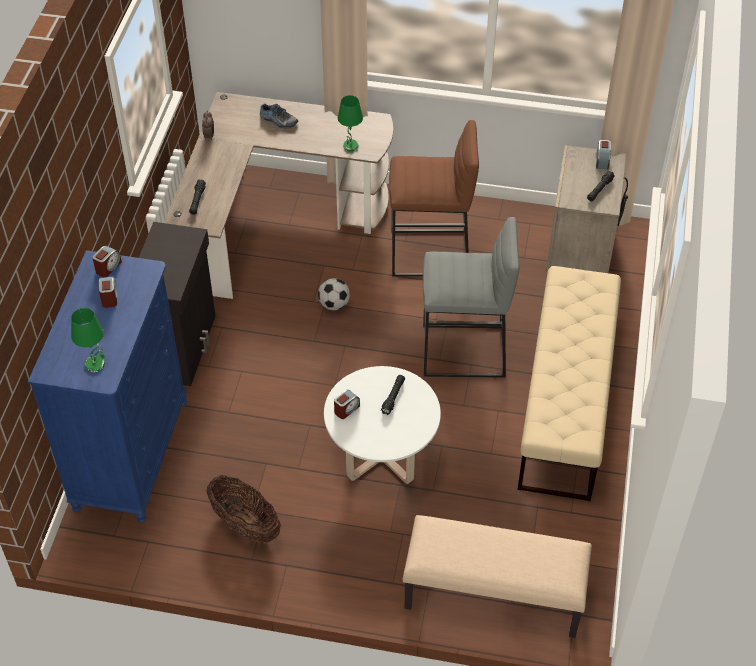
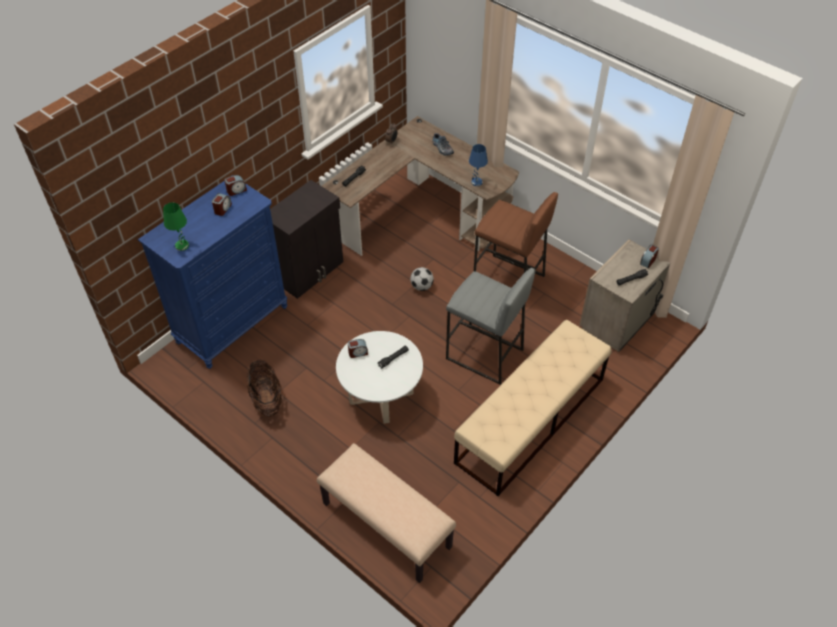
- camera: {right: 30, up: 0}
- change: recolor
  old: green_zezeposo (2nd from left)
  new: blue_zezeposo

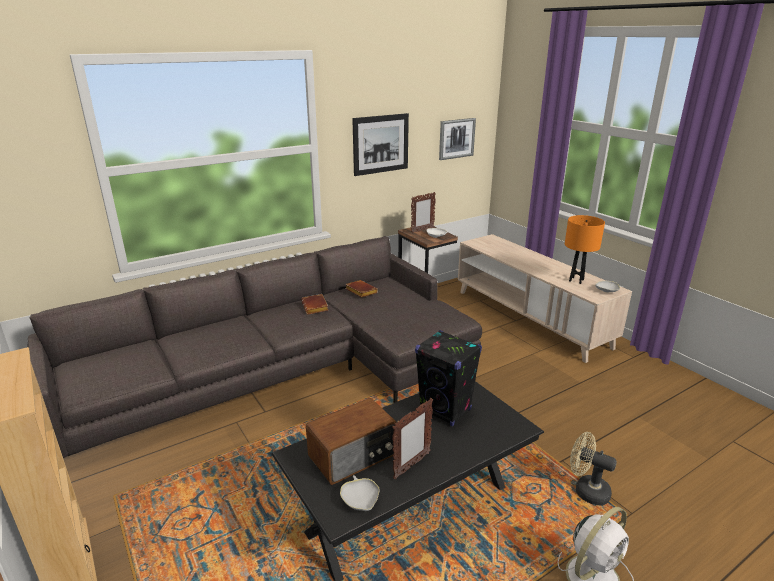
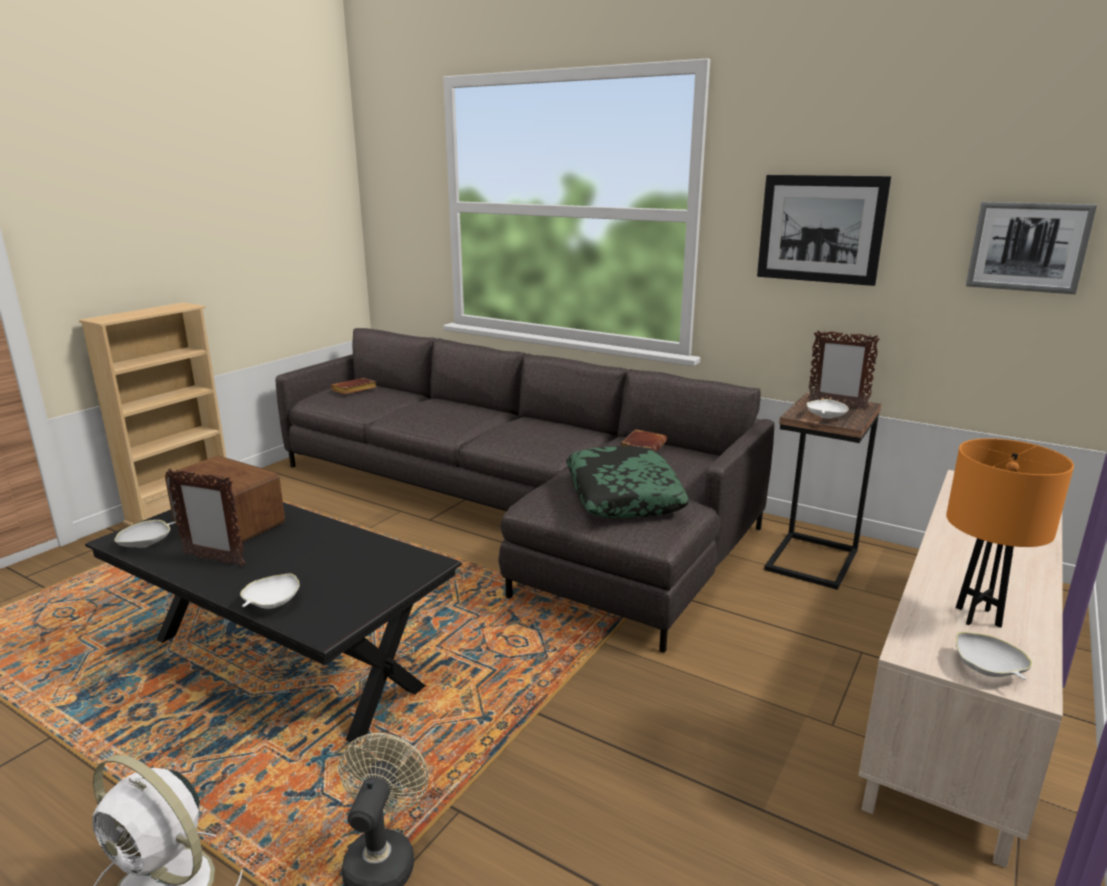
- camera: {right: 65, up: -5}
- change: move
  old: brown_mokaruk (1st from left)
- change: delete
  old: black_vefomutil
- change: insert
  new: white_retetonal (2nd from left)
- change: insert
  new: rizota

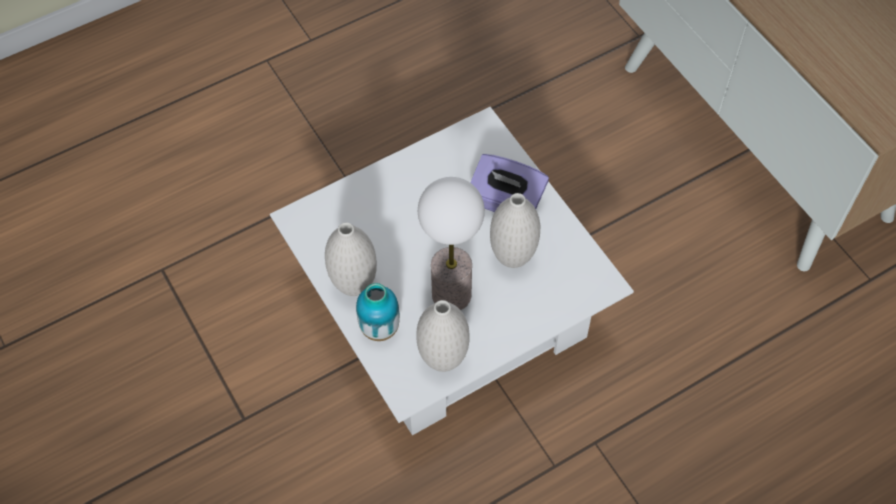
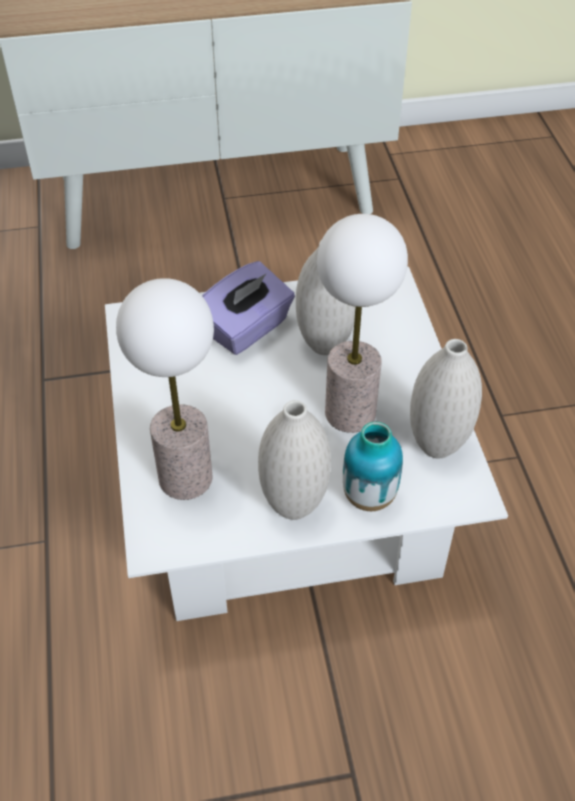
- camera: {right: -70, up: -10}
- change: insert
  new: zezeposo (1st from left)

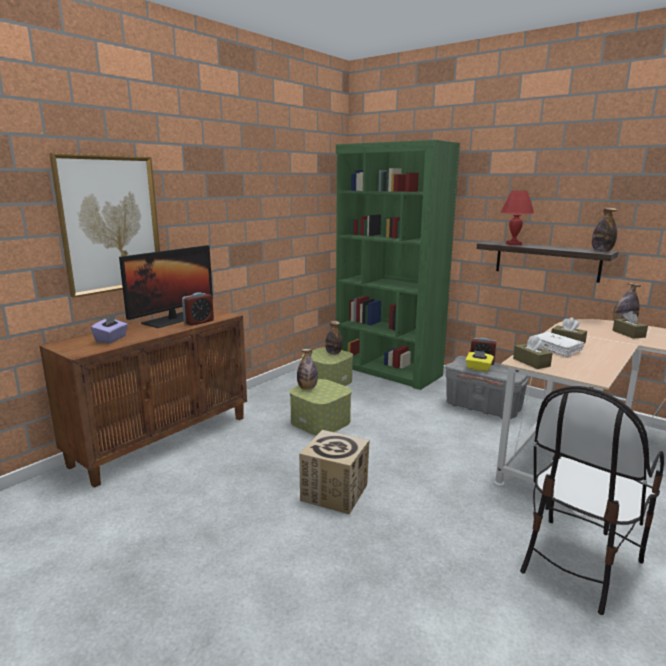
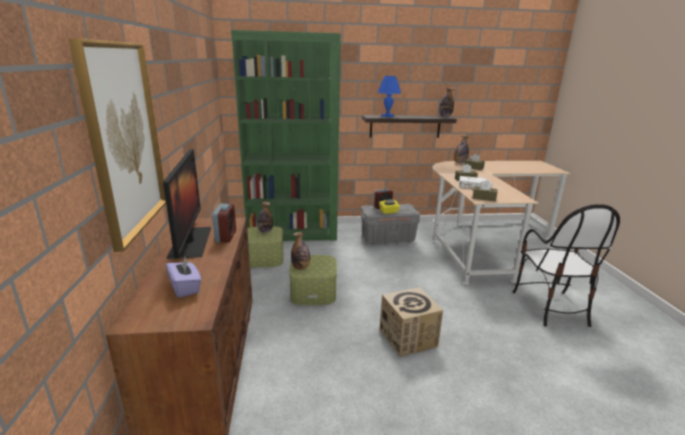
- camera: {right: -45, up: 5}
- change: recolor
  old: red_zezeposo
  new: blue_zezeposo

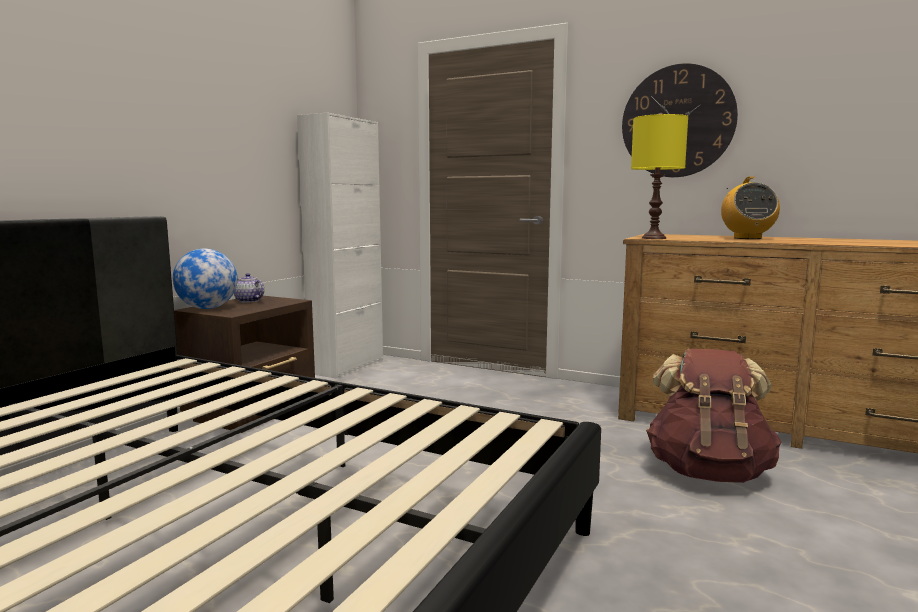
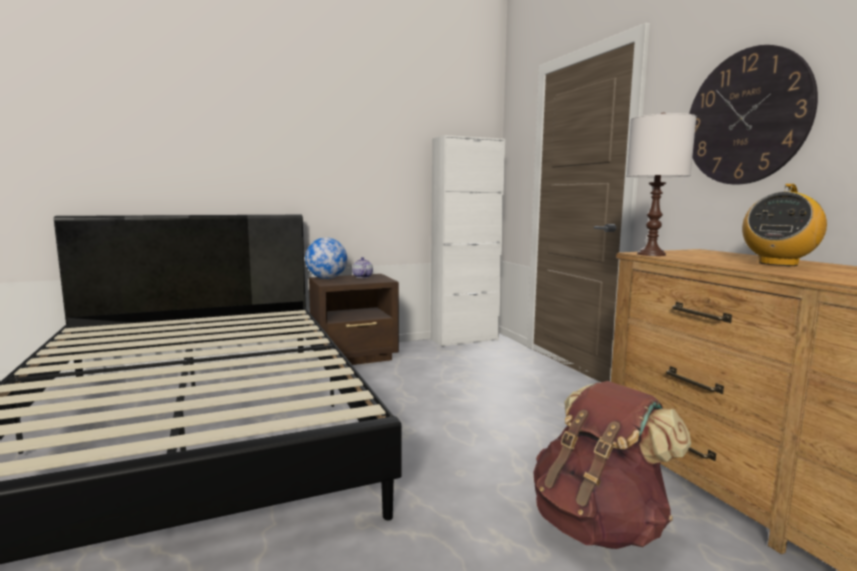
- camera: {right: 40, up: 0}
- change: recolor
  old: yellow_zezeposo
  new: white_zezeposo

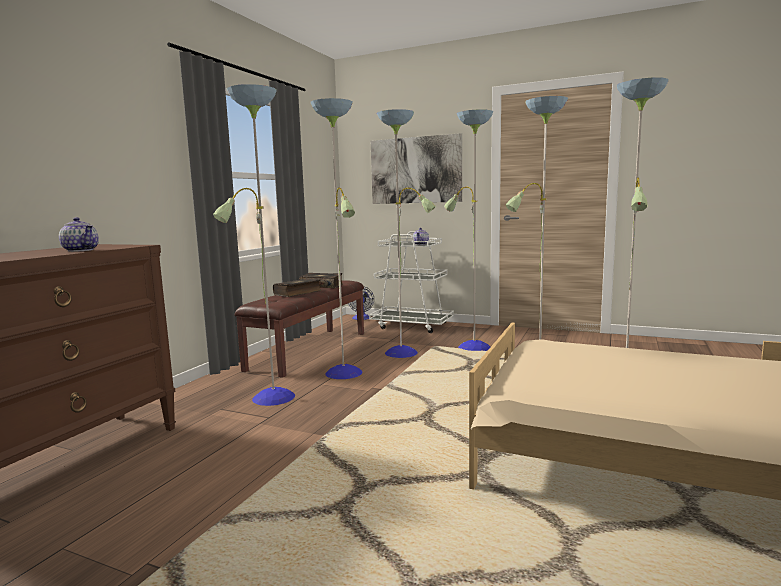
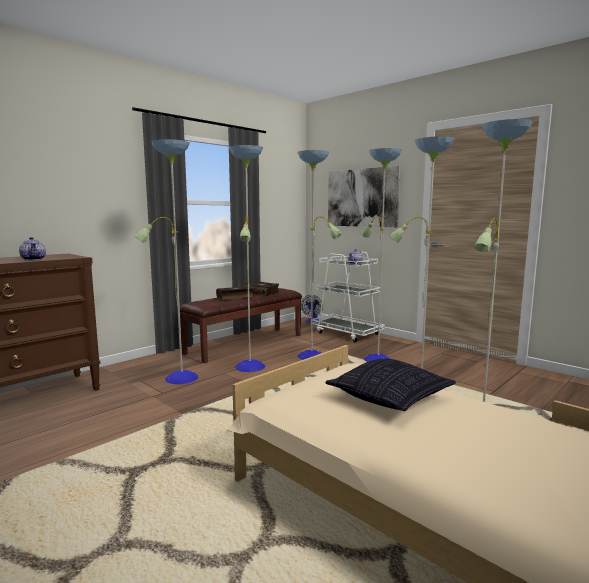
- camera: {right: 20, up: 0}
- change: insert
  new: rizota

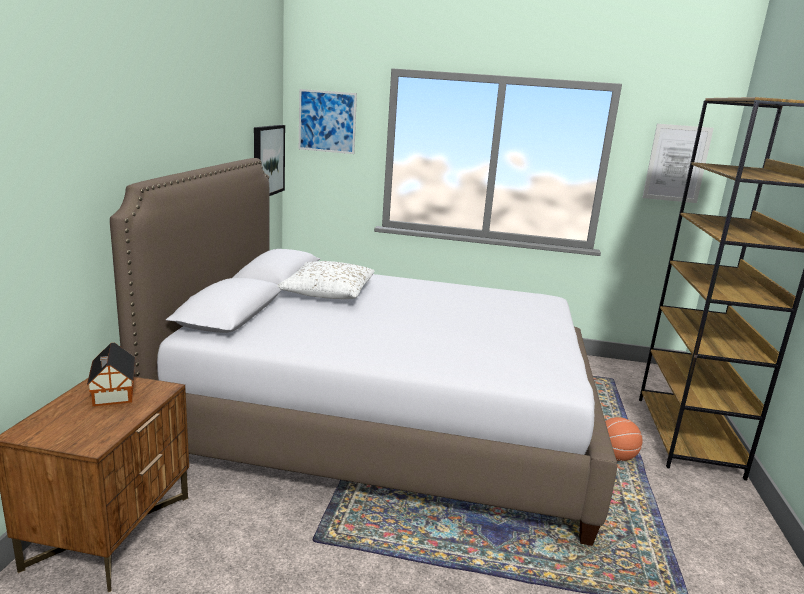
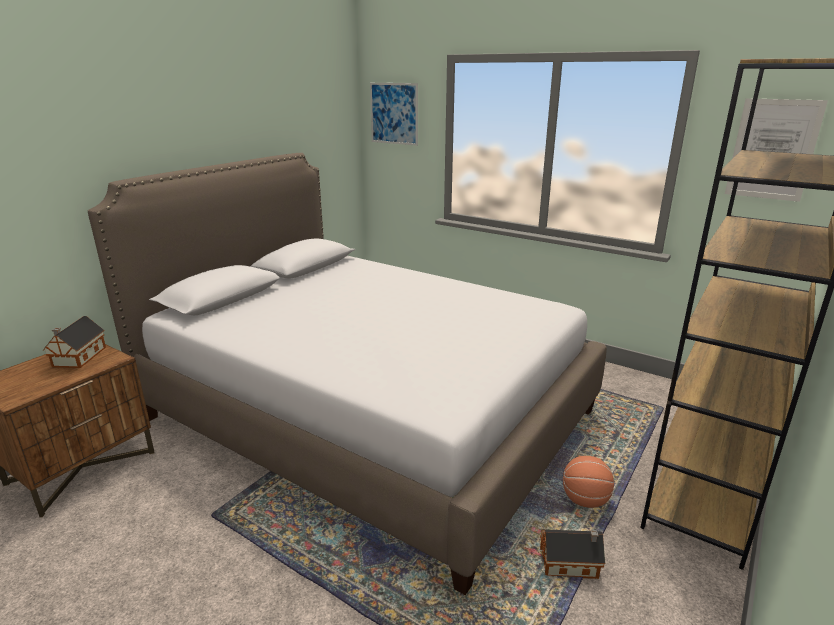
- camera: {right: 25, up: 5}
- change: delete
  old: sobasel (1st from left)
- change: delete
  old: white_rizota
- change: insert
  new: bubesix (2nd from left)

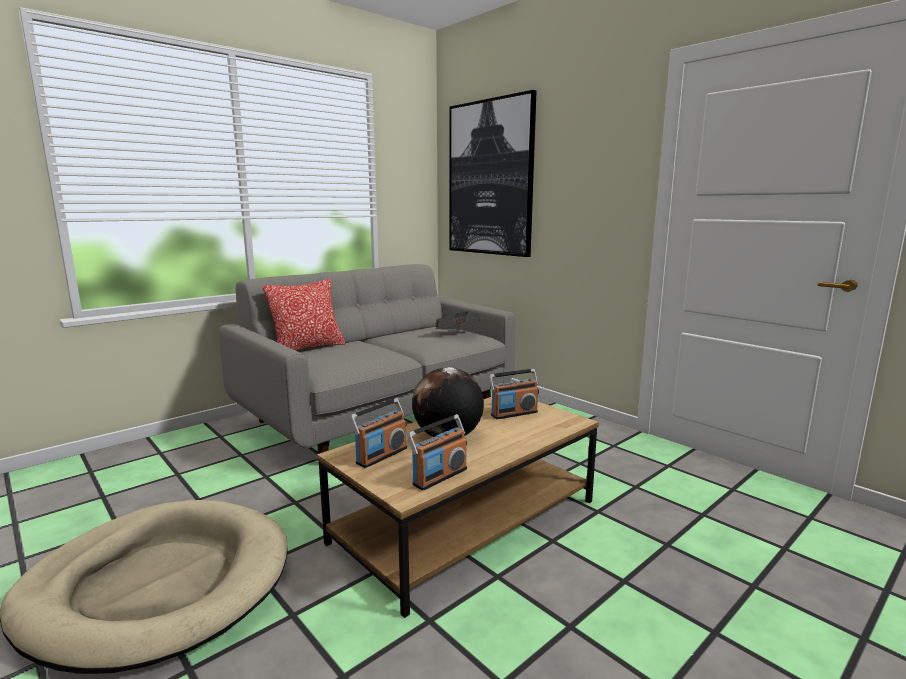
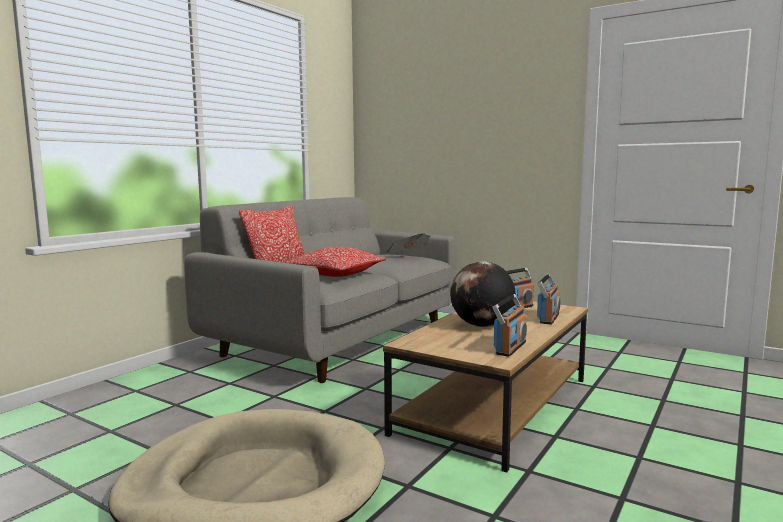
- camera: {right: -15, up: -5}
- change: move
  old: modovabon (1st from left in the first image)
  new: modovabon (3rd from left)
- change: delete
  old: sobasel
- change: insert
  new: rizota (2nd from left)

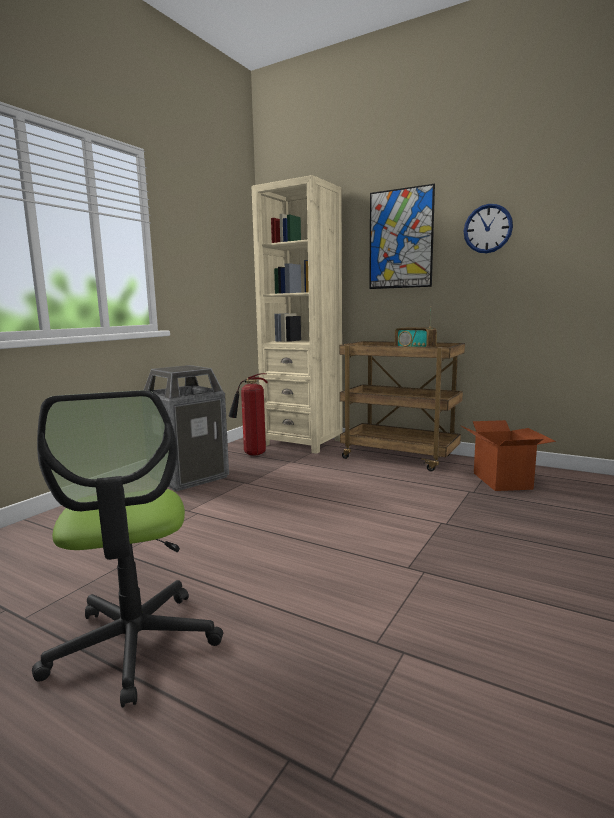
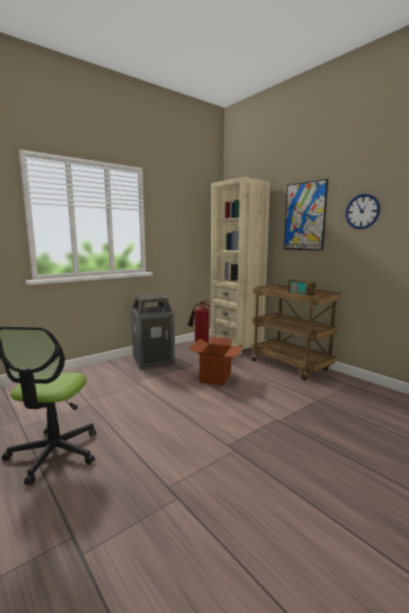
- camera: {right: 20, up: 0}
- change: move
  old: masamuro

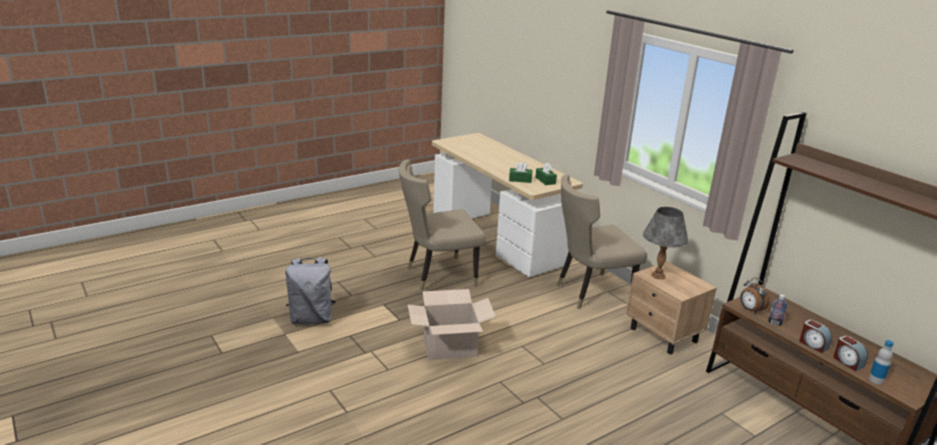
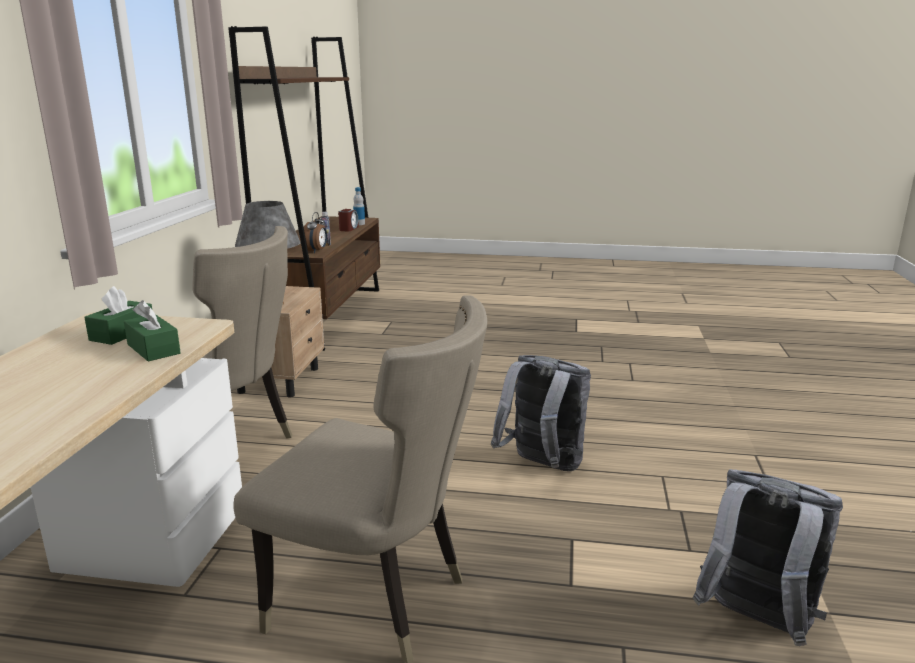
- camera: {right: -135, up: -5}
- change: replace
  old: masamuro
  new: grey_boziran (1st from left)
- change: delete
  old: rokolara (2nd from left)

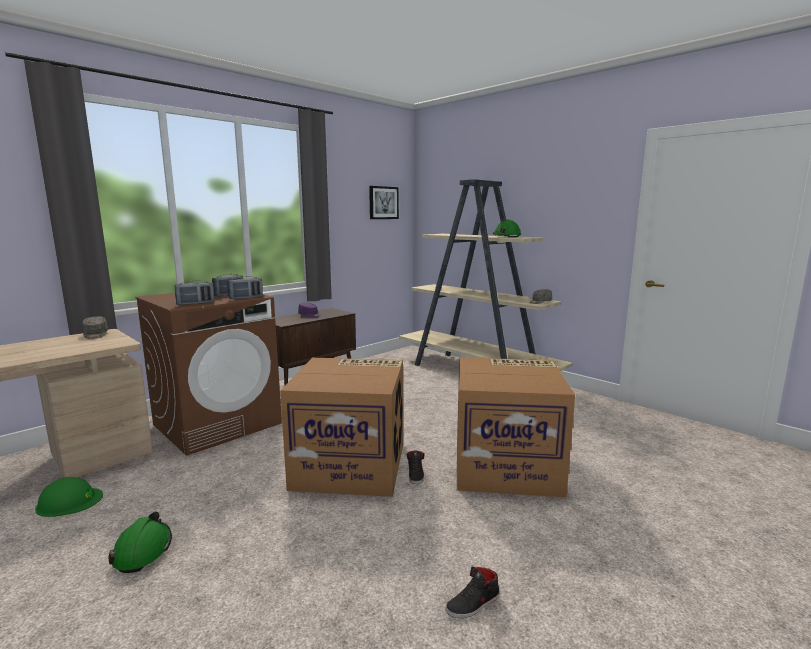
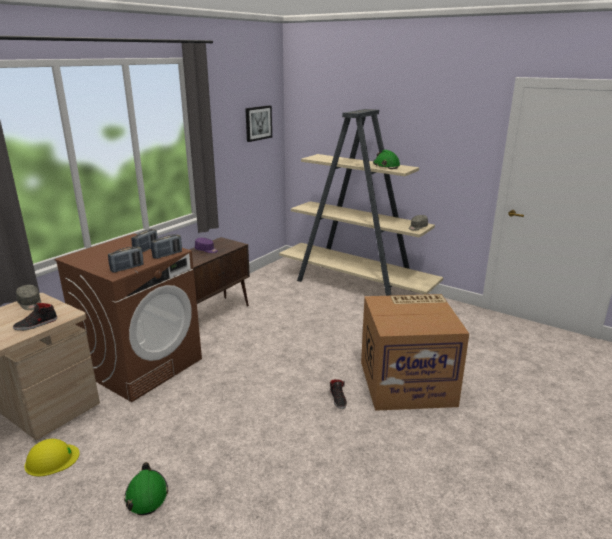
- camera: {right: -10, up: 10}
- change: recolor
  old: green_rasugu (1st from left)
  new: yellow_rasugu
- change: delete
  old: masamuro (1st from left)
- change: move
  old: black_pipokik (2nd from left in the first image)
  new: black_pipokik (1st from left)

